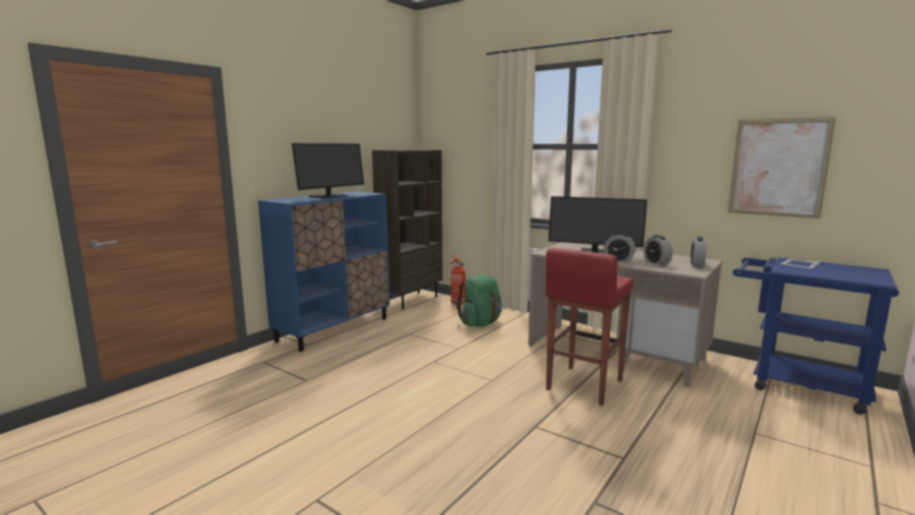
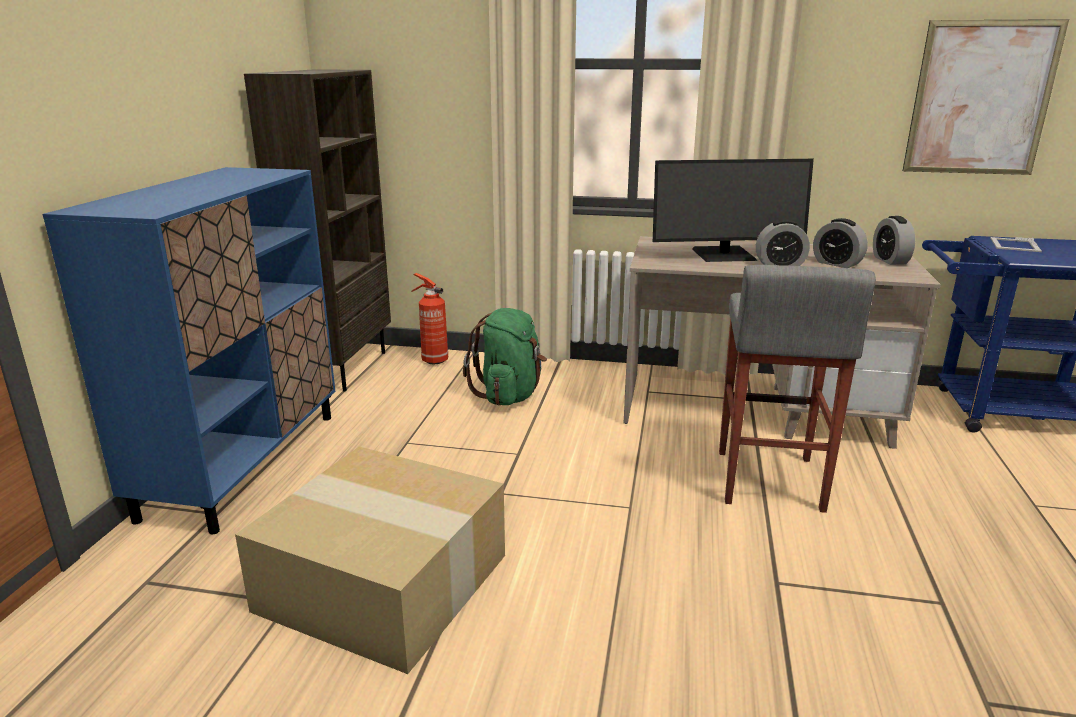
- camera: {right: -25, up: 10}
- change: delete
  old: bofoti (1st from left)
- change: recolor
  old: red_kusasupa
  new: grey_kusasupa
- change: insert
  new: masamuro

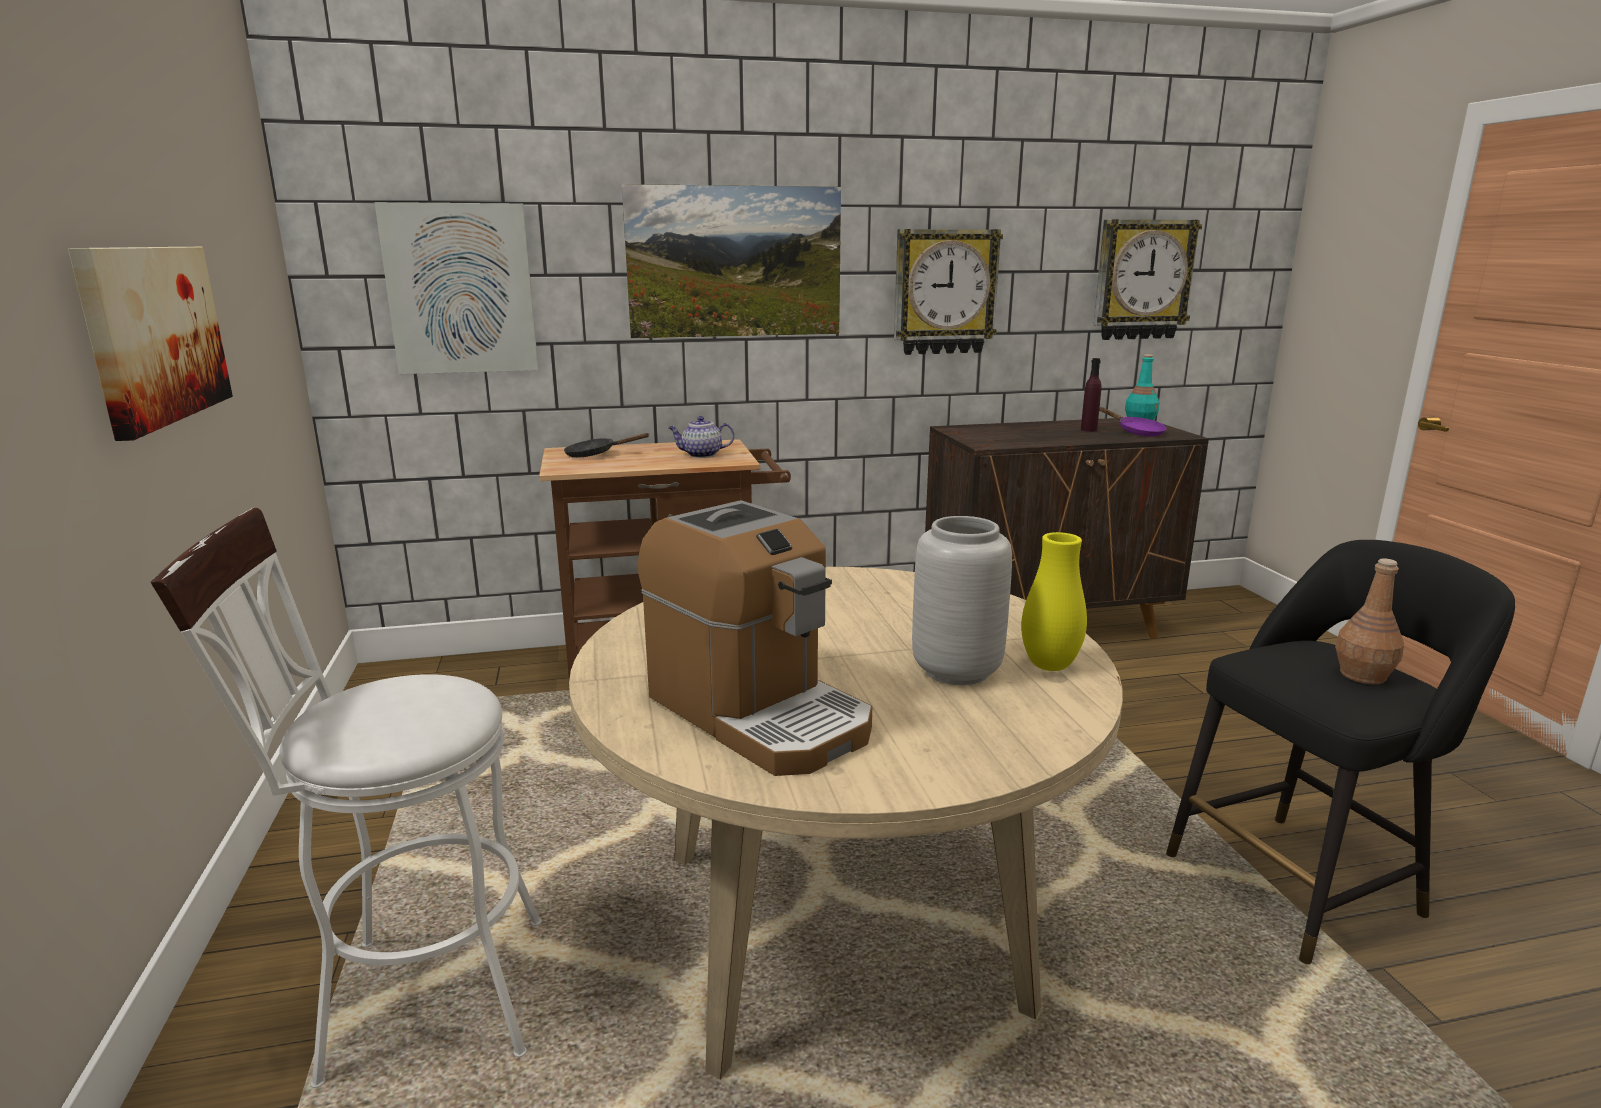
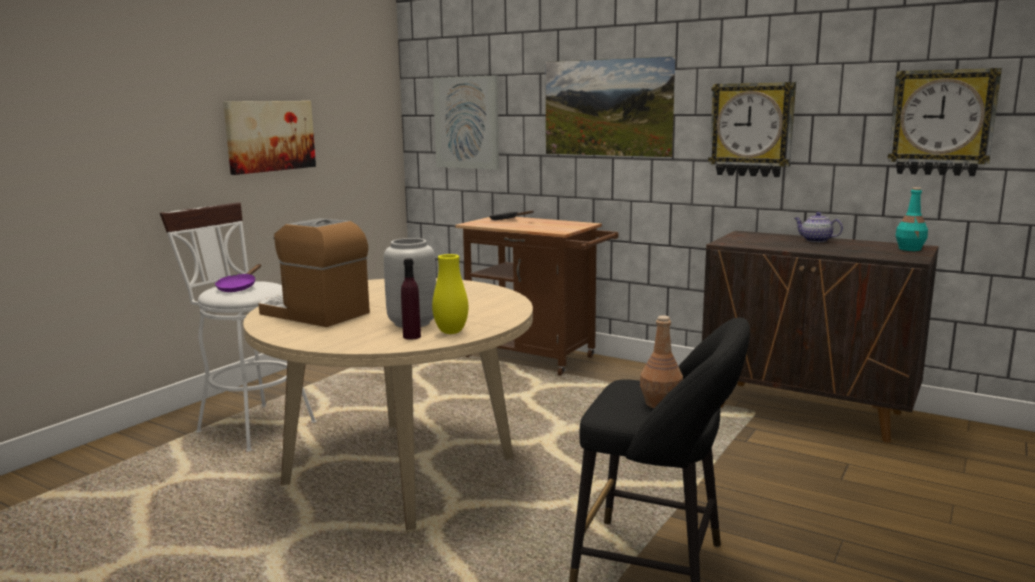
- camera: {right: 45, up: -5}
- change: rotate
  old: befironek
  degrees: 120
- change: move
  old: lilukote
- change: move
  old: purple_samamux
- change: move
  old: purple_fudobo

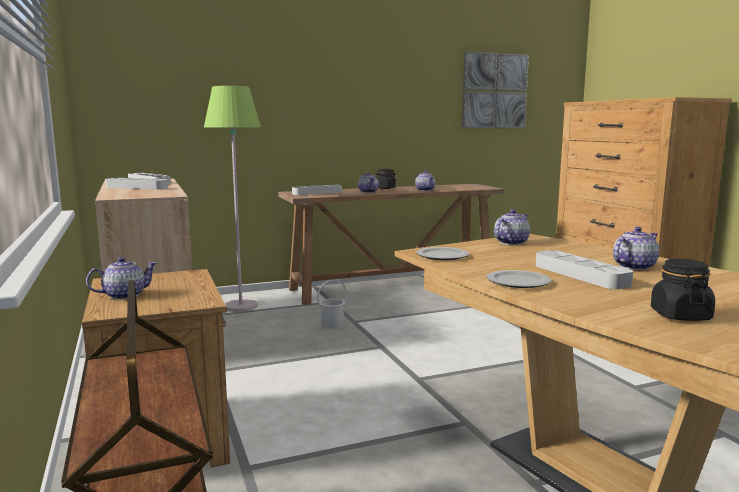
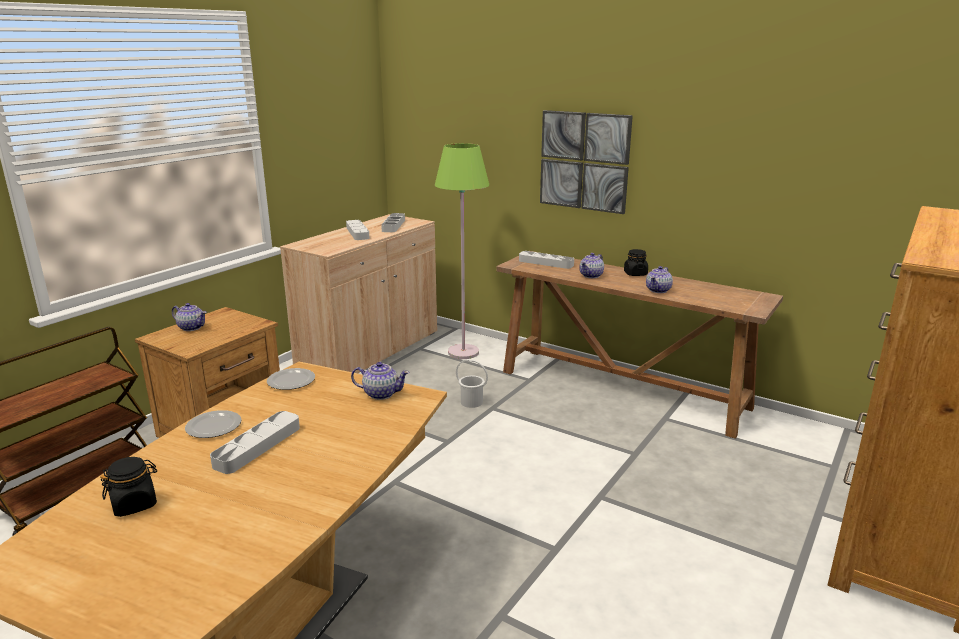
- camera: {right: 55, up: 10}
- change: move
  old: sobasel
- change: delete
  old: lilukote (5th from left)

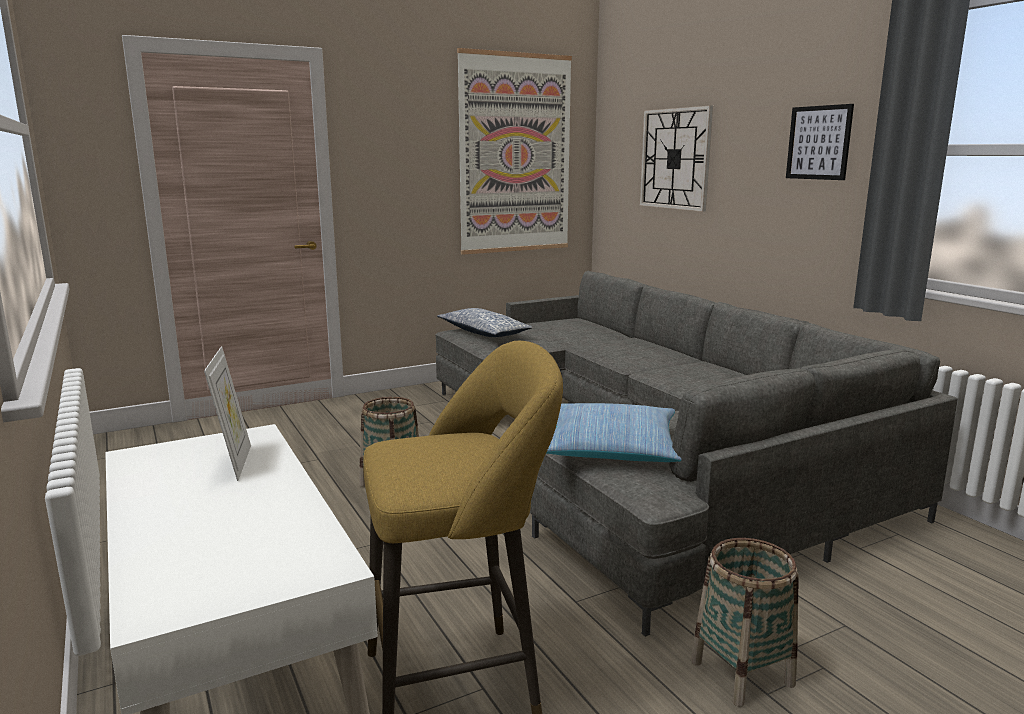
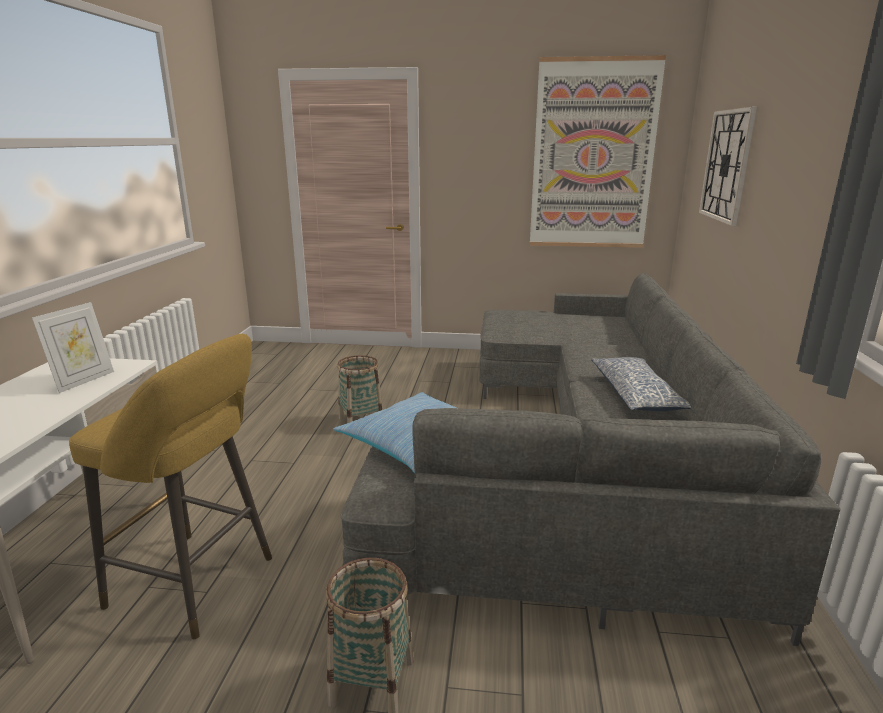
- camera: {right: 35, up: 5}
- change: move
  old: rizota (1st from left in the first image)
  new: rizota (2nd from left)
- change: delete
  old: sobasel (2nd from left)

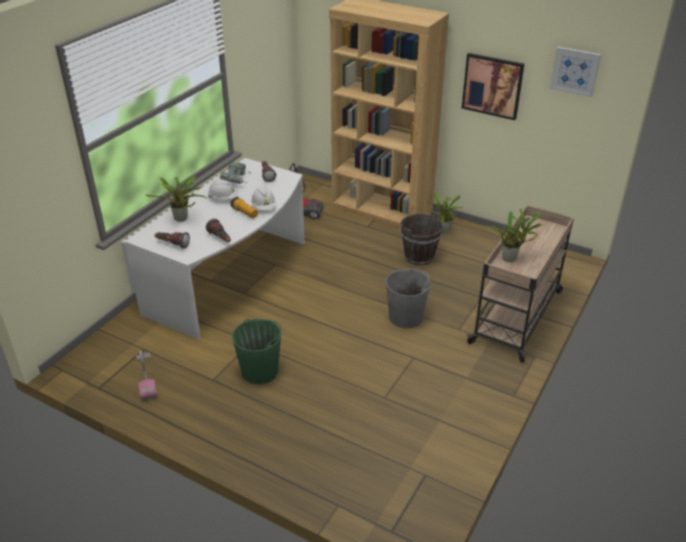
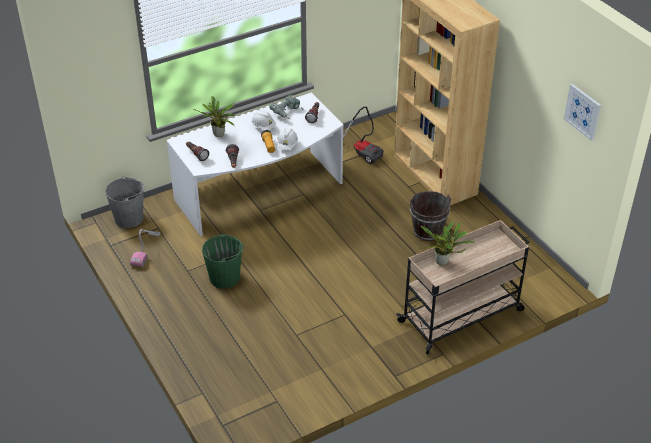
- camera: {right: 30, up: 5}
- change: move
  old: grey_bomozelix
- change: delete
  old: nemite (2nd from left)
- change: delete
  old: sobasel (1st from left)

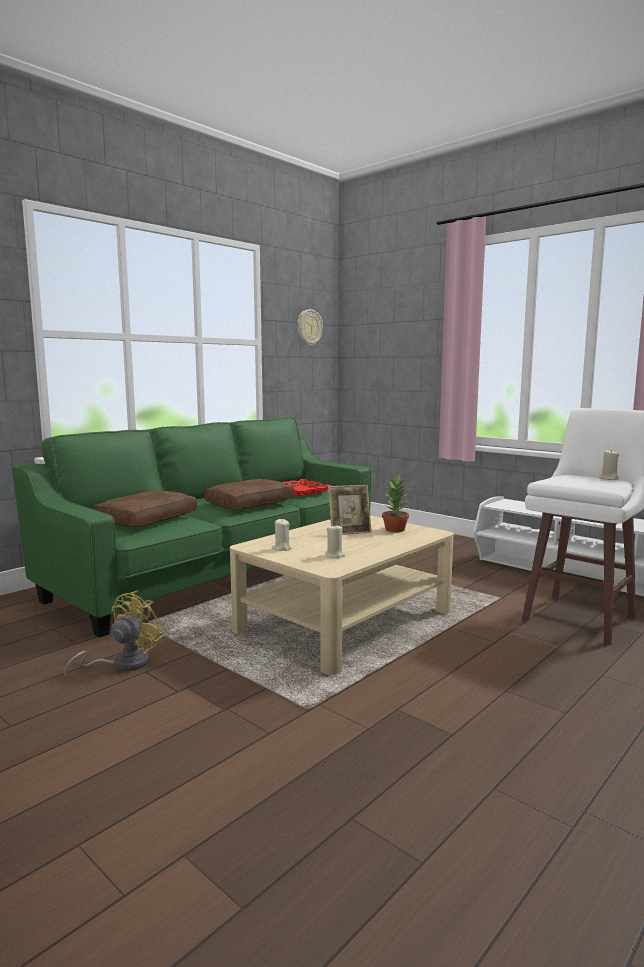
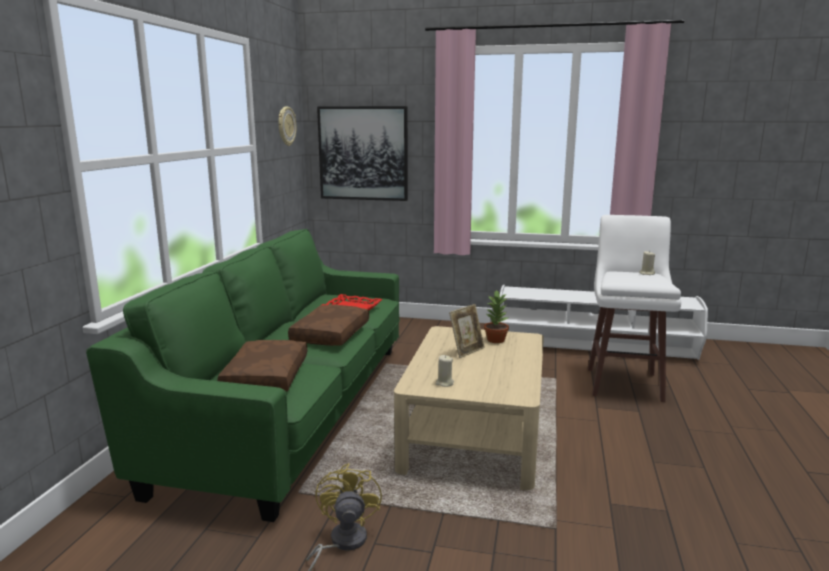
- camera: {right: -30, up: 5}
- change: delete
  old: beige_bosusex (2nd from left)
- change: insert
  new: sobasel

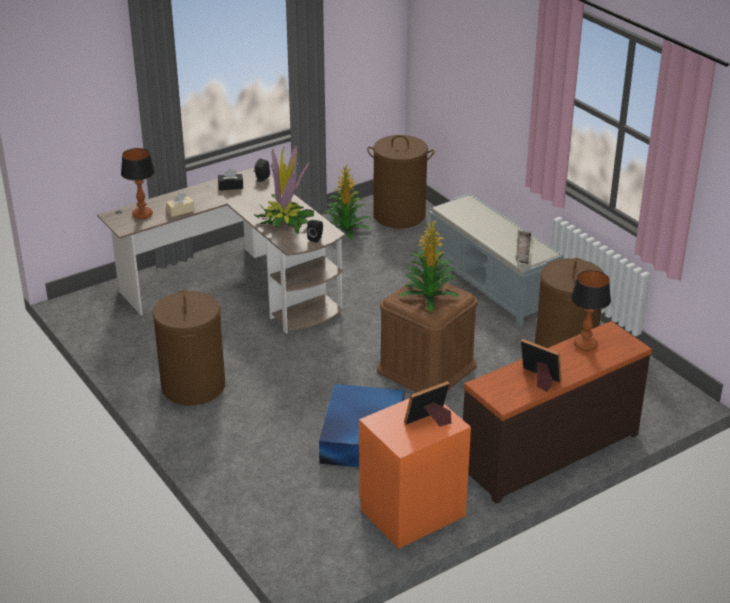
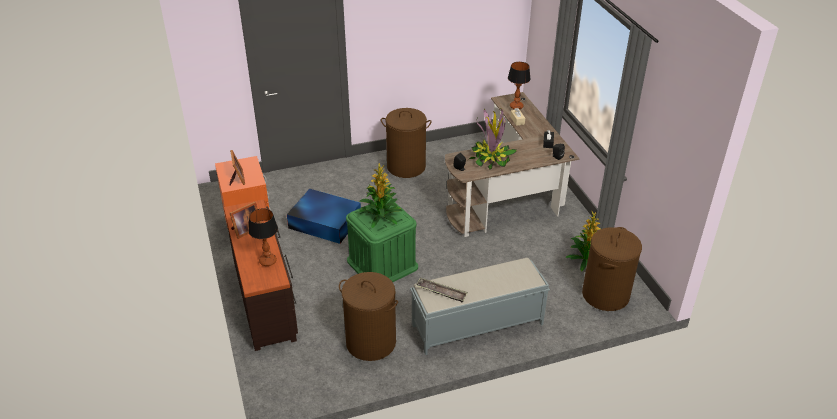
- camera: {right: 105, up: 5}
- change: recolor
  old: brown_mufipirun
  new: green_mufipirun

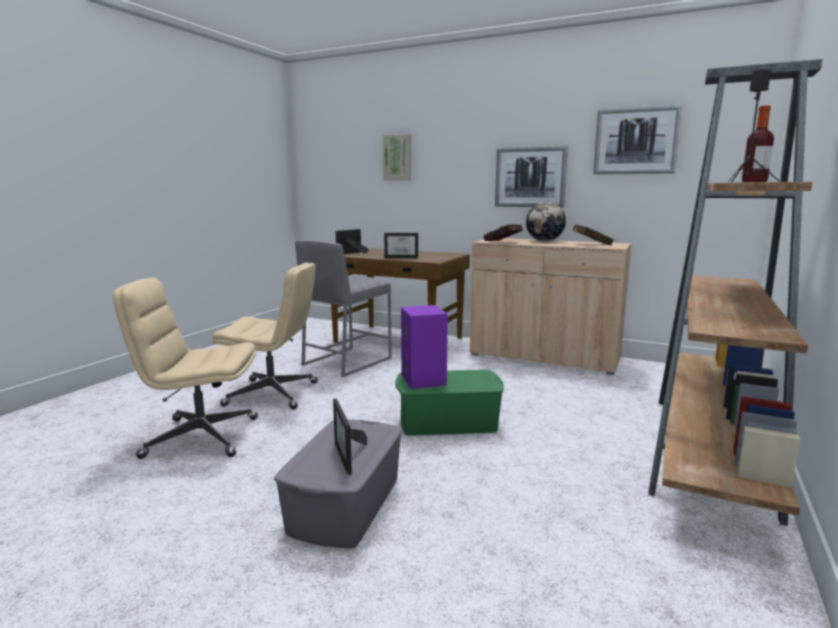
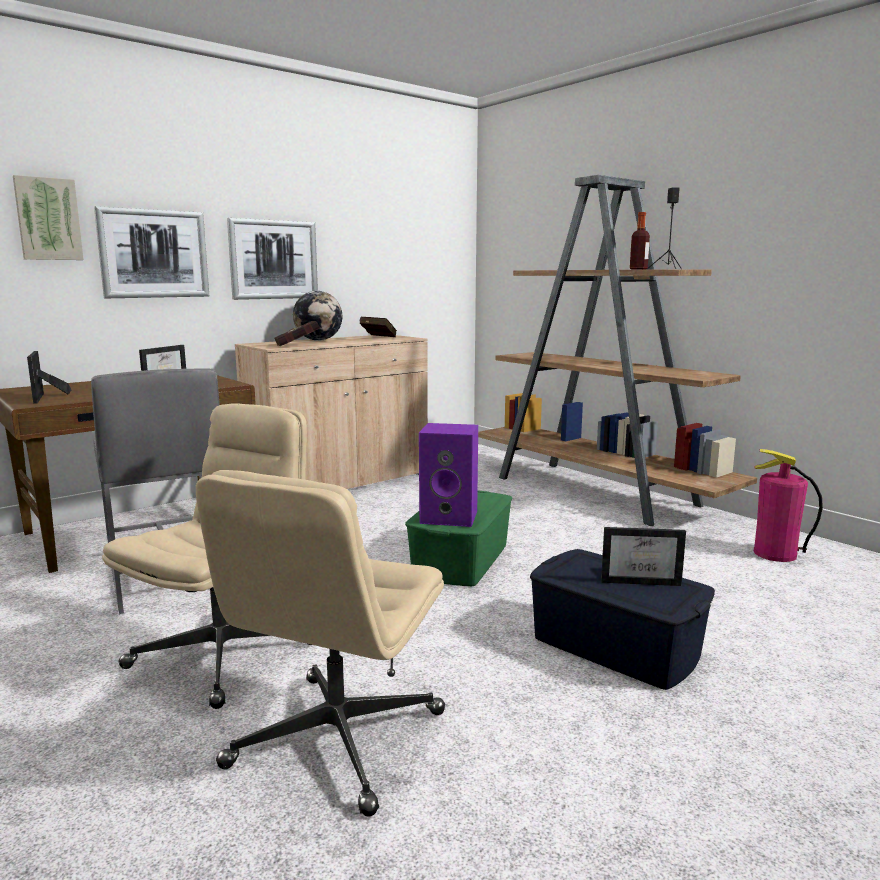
- camera: {right: -65, up: 0}
- change: recolor
  old: grey_mufipirun
  new: blue_mufipirun
- change: move
  old: sobasel (3rd from left in the first image)
  new: sobasel (2nd from left)
- change: insert
  new: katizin

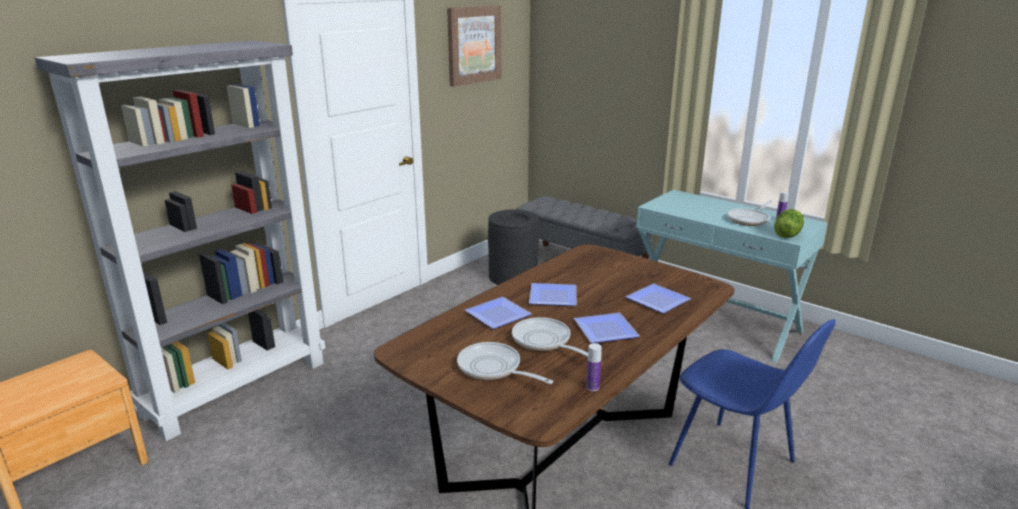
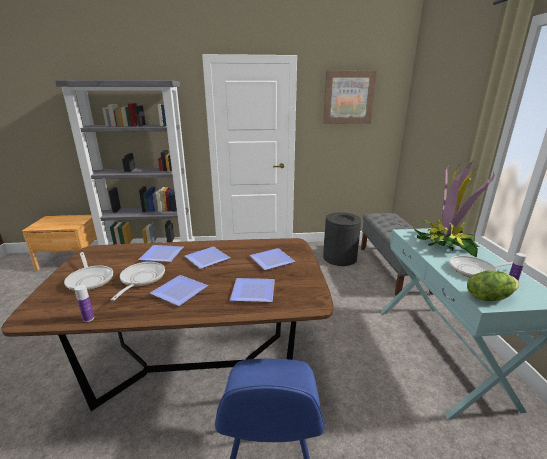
- camera: {right: 45, up: 0}
- change: rotate
  old: fudobo (1st from left)
  degrees: 150
- change: insert
  new: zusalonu (5th from left)
- change: insert
  new: nemite

